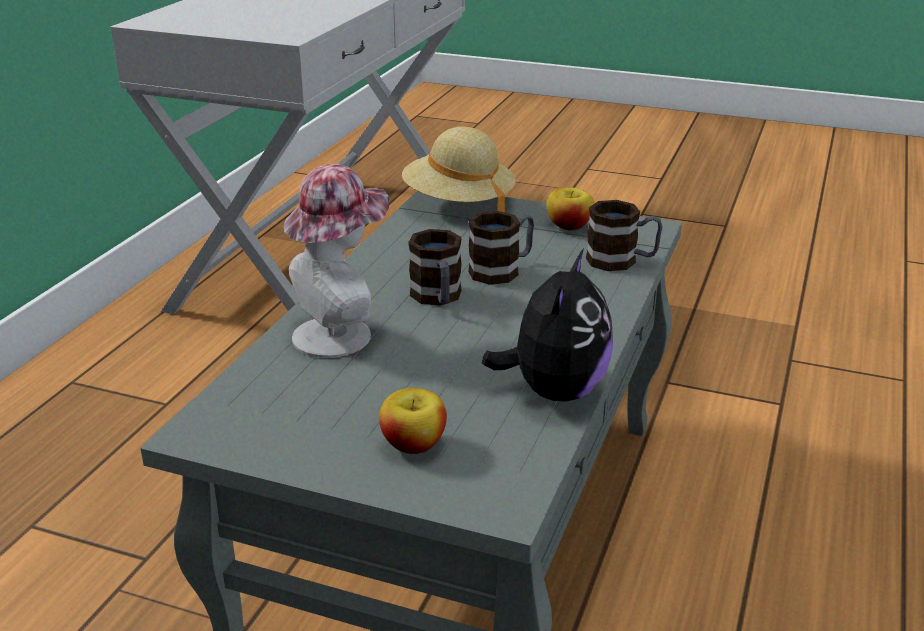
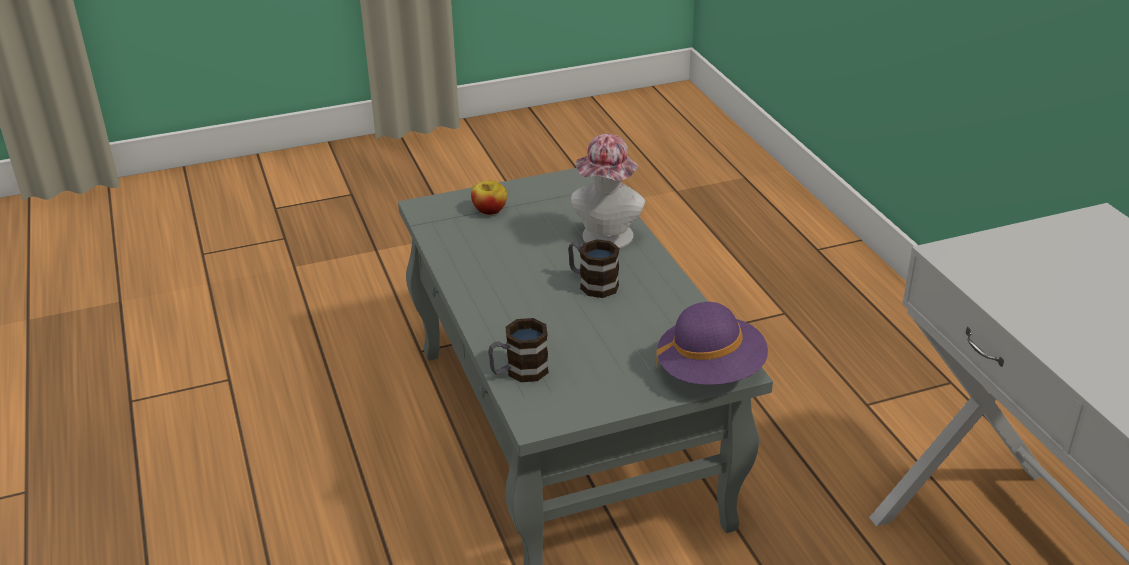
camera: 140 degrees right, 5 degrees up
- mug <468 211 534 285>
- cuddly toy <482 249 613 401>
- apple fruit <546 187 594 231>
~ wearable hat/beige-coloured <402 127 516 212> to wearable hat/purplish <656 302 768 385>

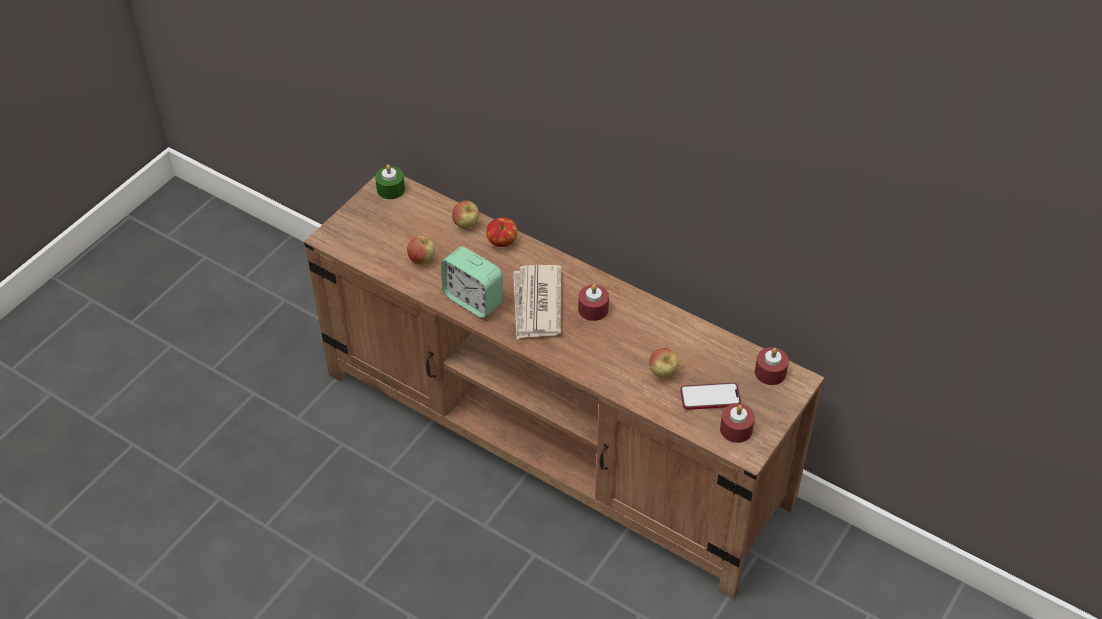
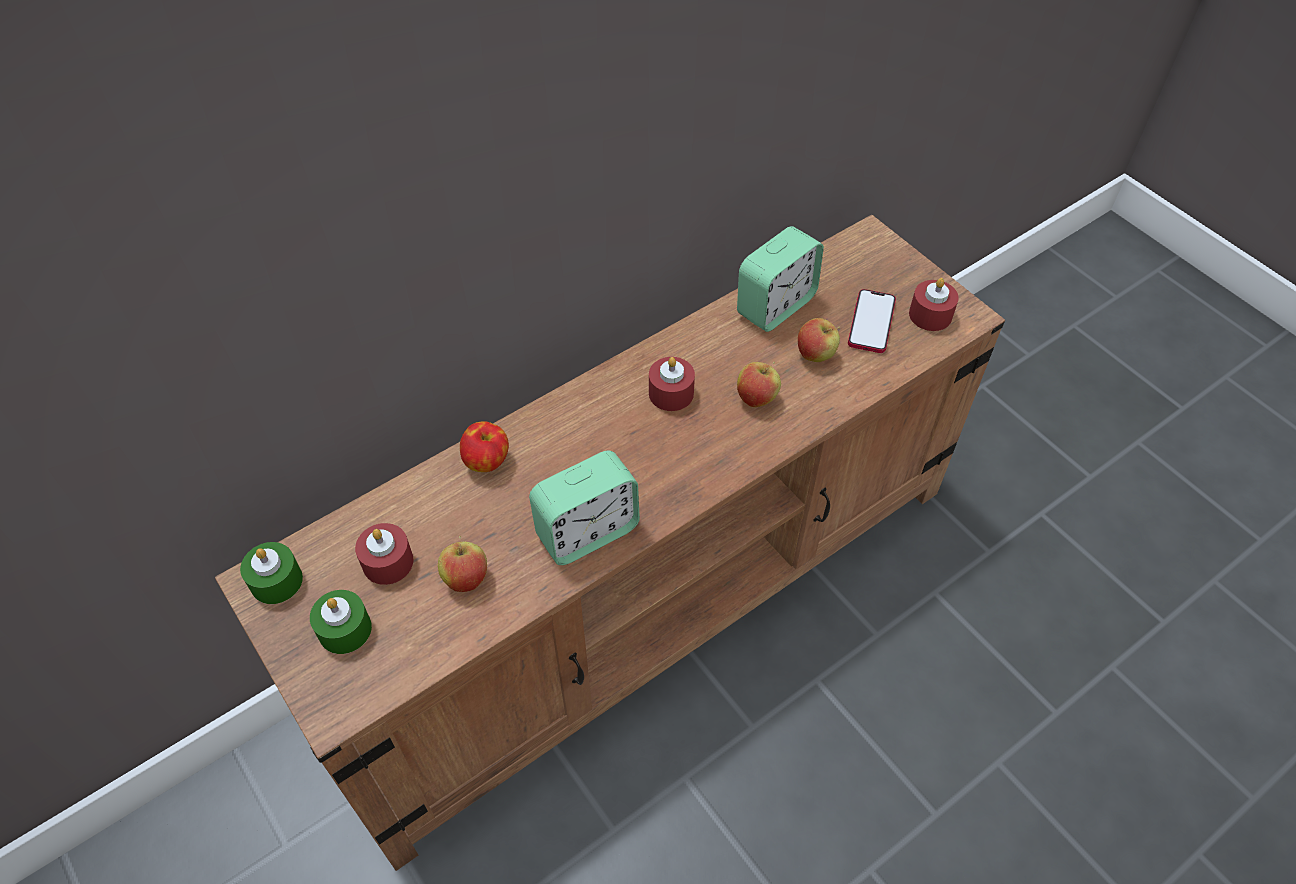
camera: 70 degrees left, 5 degrees up
- daily paper <513 265 561 339>
+ wax light/green <310 590 372 654>
+ bedside clock <737 226 824 332>
~ apple fruit <452 201 479 229> to <737 362 781 407>
~ wax light/red <755 347 789 385> to <355 523 413 585>

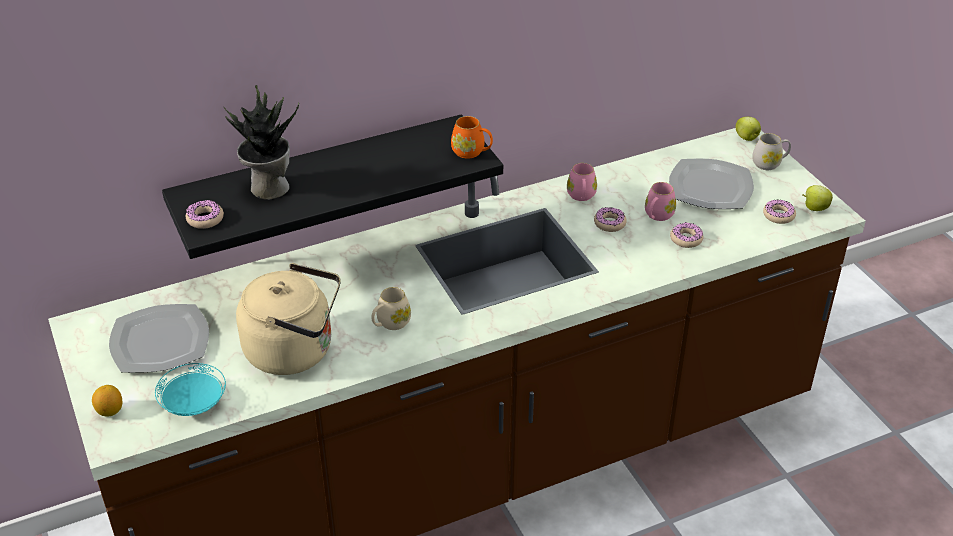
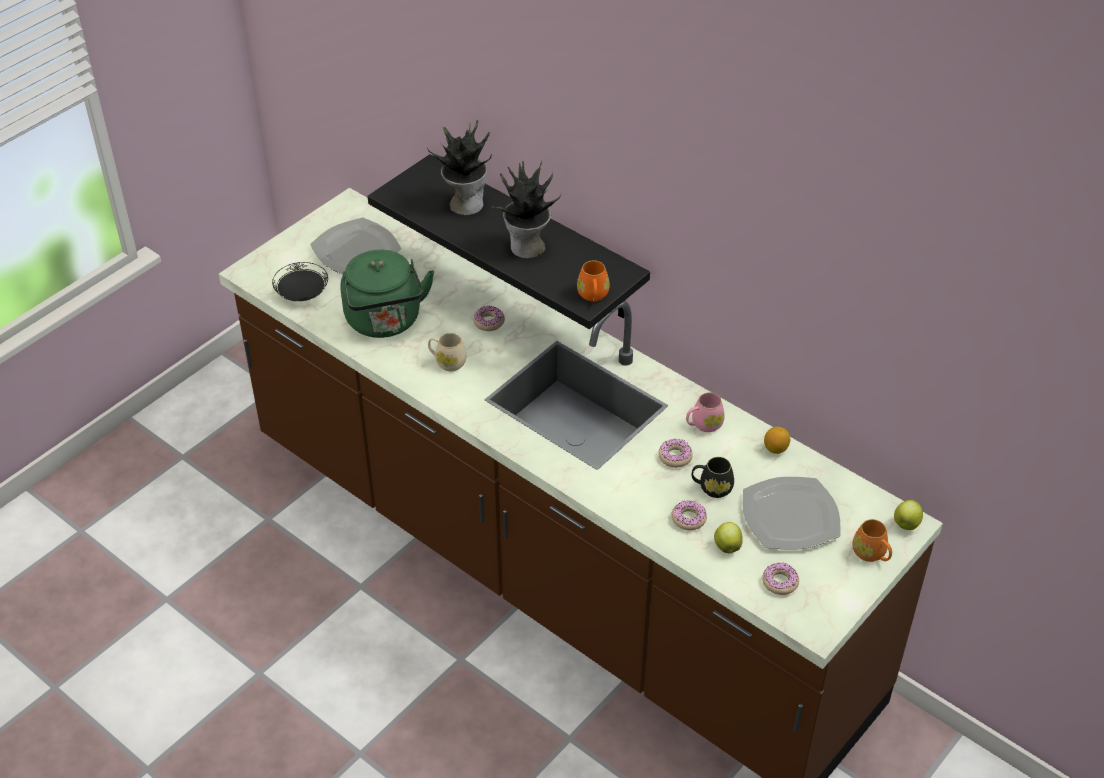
camera: 65 degrees right, 5 degrees up
+ plant in a pot <493 161 561 258>
~ whole lemon <92 385 122 417> to <764 427 790 454>
~ ring doughnut <186 200 224 229> to <473 306 505 331>
~ apple fruit <803 185 833 211> to <714 522 743 554>
~ flat dish/turquoise-coloured <155 363 226 416> to flat dish/blackish <272 262 328 301>
~ kettle/beige-coloured <236 263 341 375> to kettle/green <340 250 434 338>
~ mug/pink <645 182 676 221> to mug/blackish <692 457 734 498>
~ mug/white <752 133 791 170> to mug/orange-coloured <852 519 892 562>

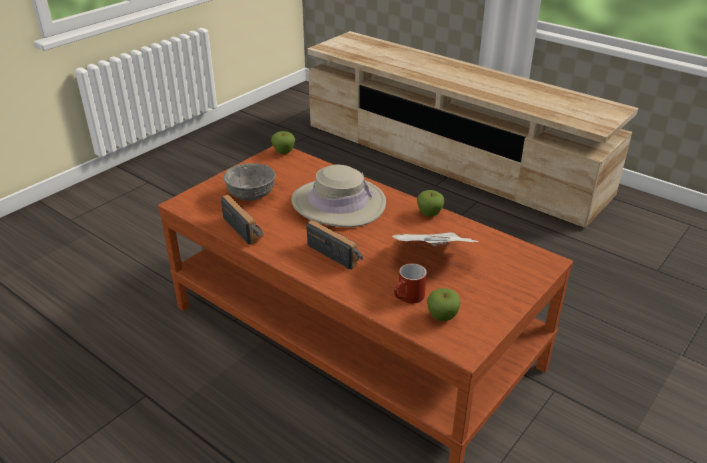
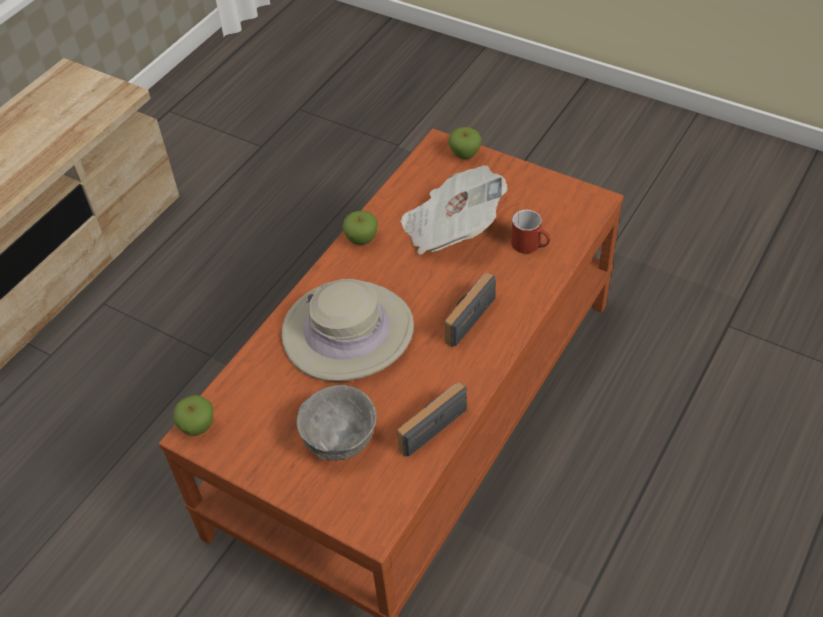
camera: 95 degrees left, 15 degrees up
~ apple fruit <427 288 461 321> to <448 127 482 159>

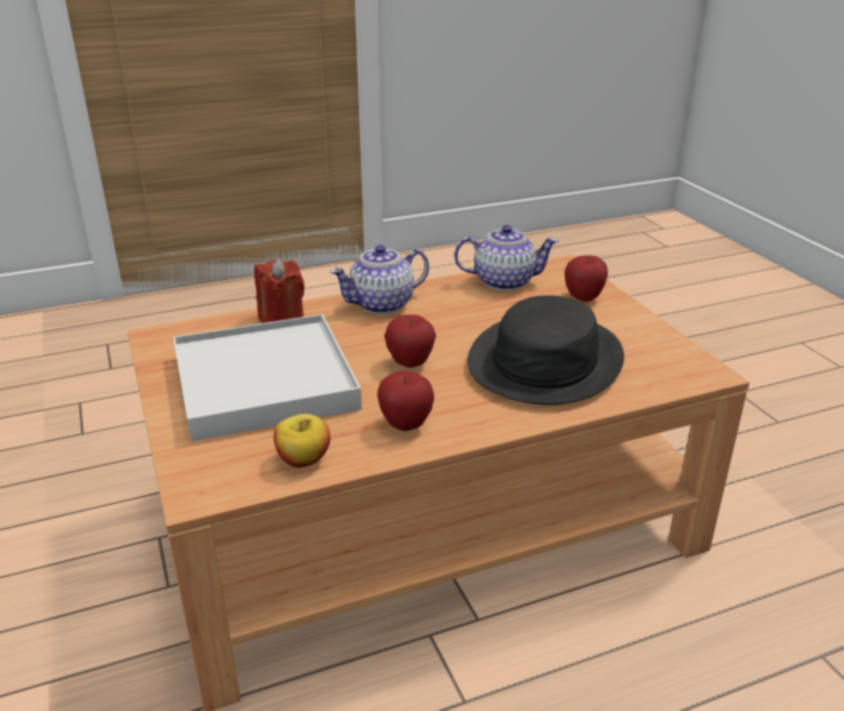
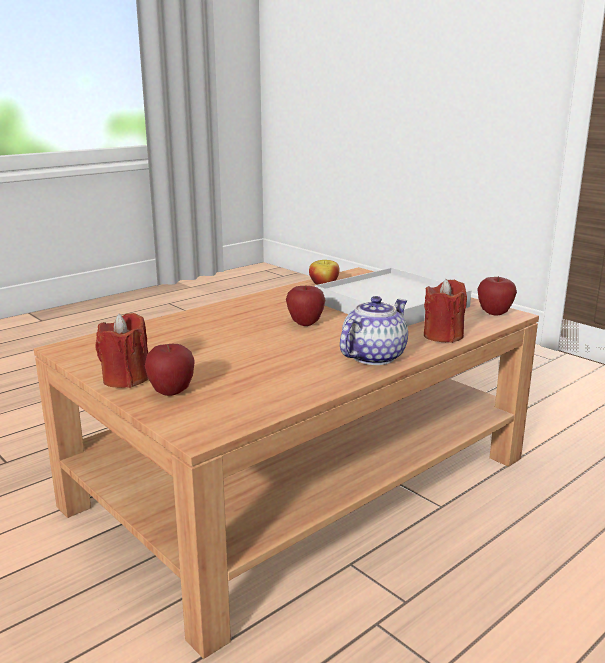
camera: 160 degrees right, 10 degrees down
- tea pot <454 225 559 291>
- wearable hat/blackish <467 295 624 405>
+ wax light/red <95 313 148 388>
~ apple fruit <378 371 434 431> to <477 276 517 316>

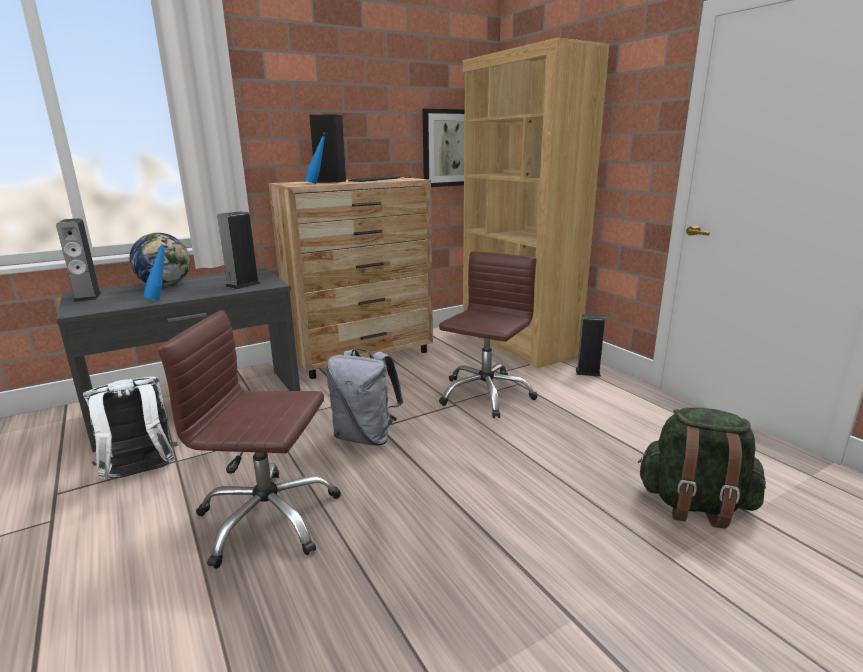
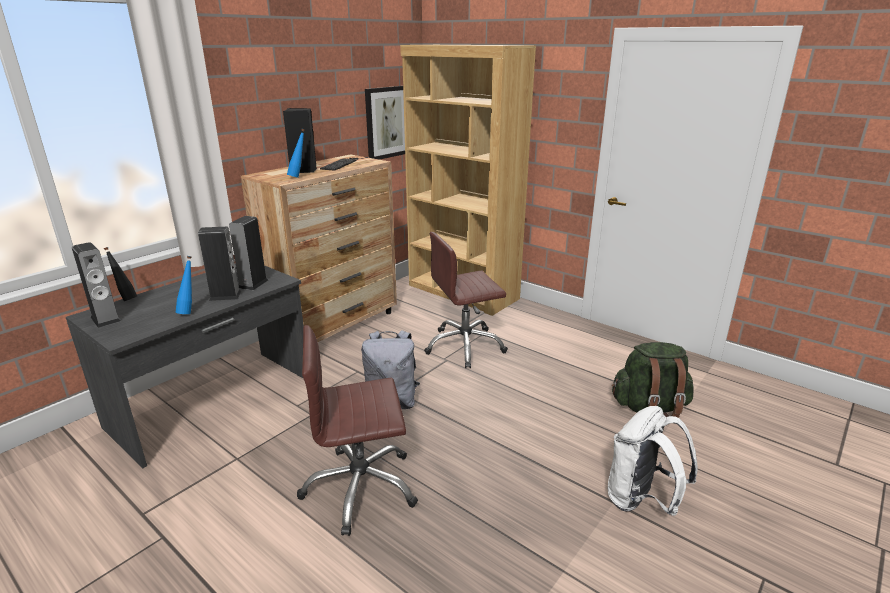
camera: 20 degrees left, 5 degrees up
- globe <129 233 190 287>
+ drink bottle/blackish <104 247 137 301>
~ knapsack/white <83 377 178 479> to <608 406 698 516>
~ speaker <576 314 605 376> to <198 227 242 301>
~ office chair/brown <439 251 537 418> = <424 232 508 368> 120 degrees counterclockwise

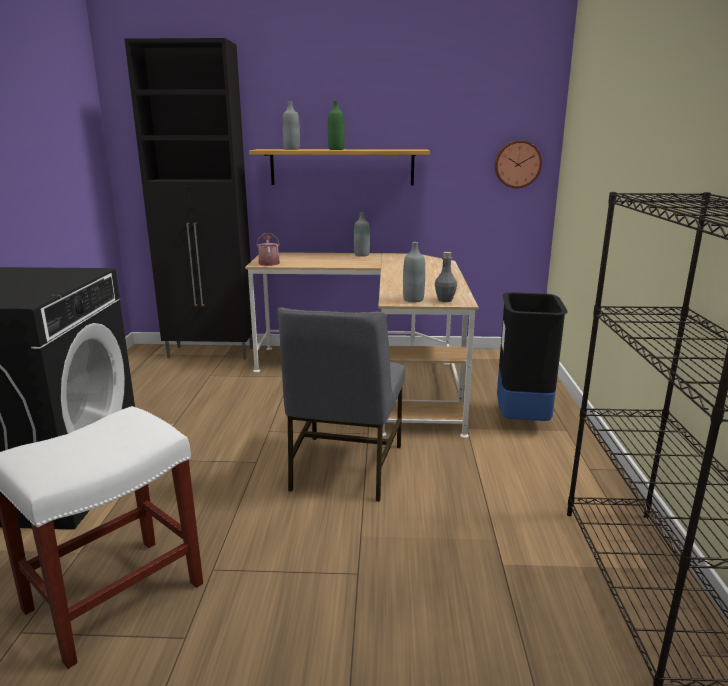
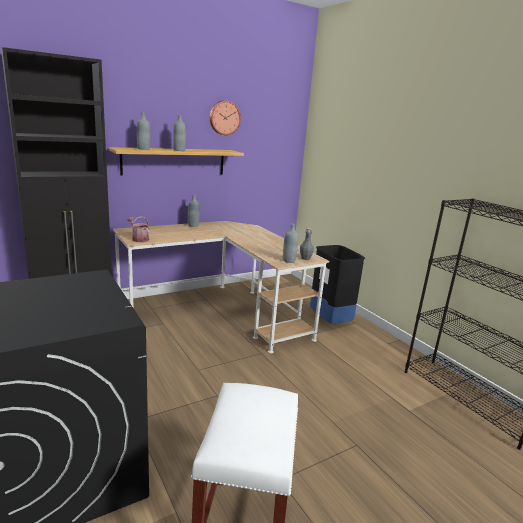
camera: 35 degrees left, 0 degrees up
- upright chair/gray <277 308 405 502>
~ wall clock <495 140 542 188> to <210 101 241 135>
~ drink bottle/green <328 101 345 150> to drink bottle/gray <173 115 186 151>

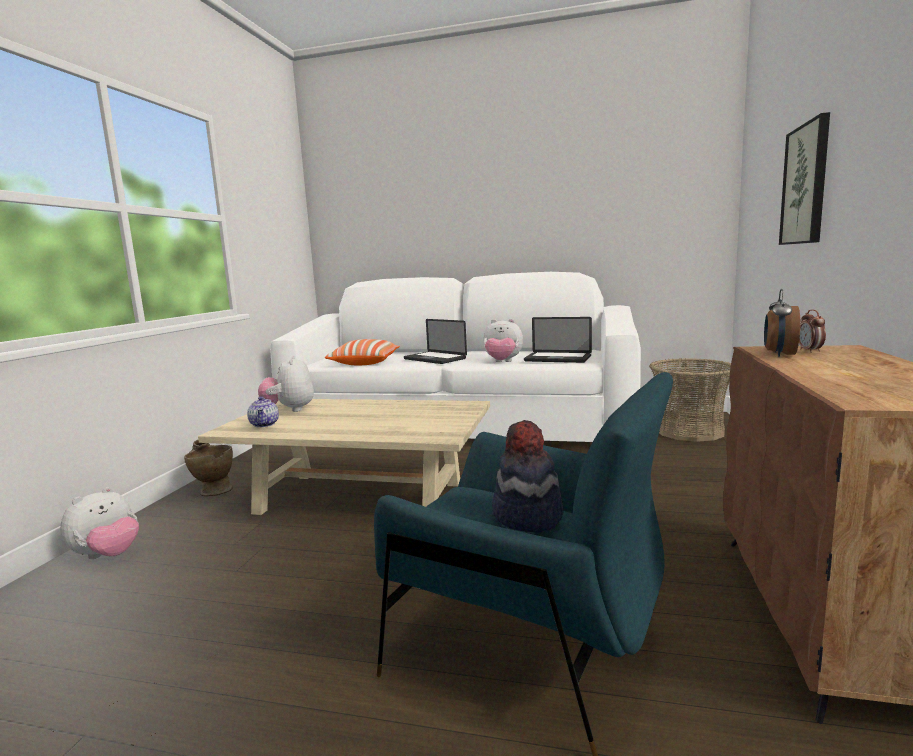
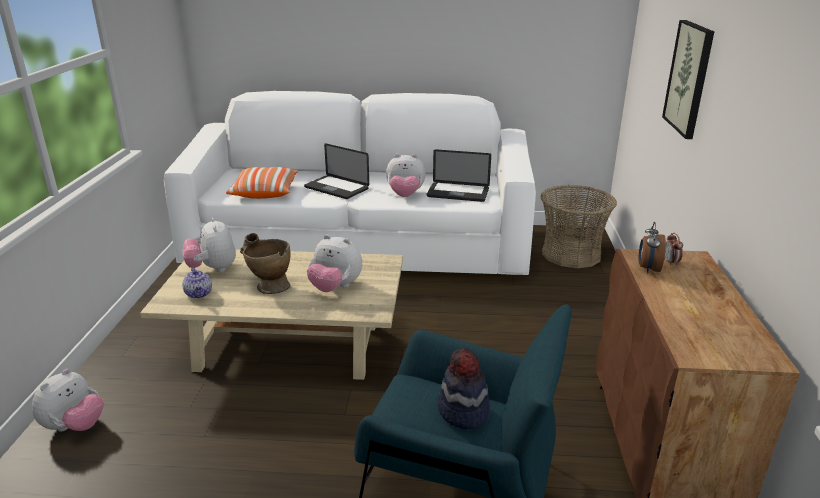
camera: 10 degrees left, 15 degrees up
+ cuddly toy <307 235 362 292>
~ vase/beige-coloured <184 440 233 496> to <240 233 291 294>

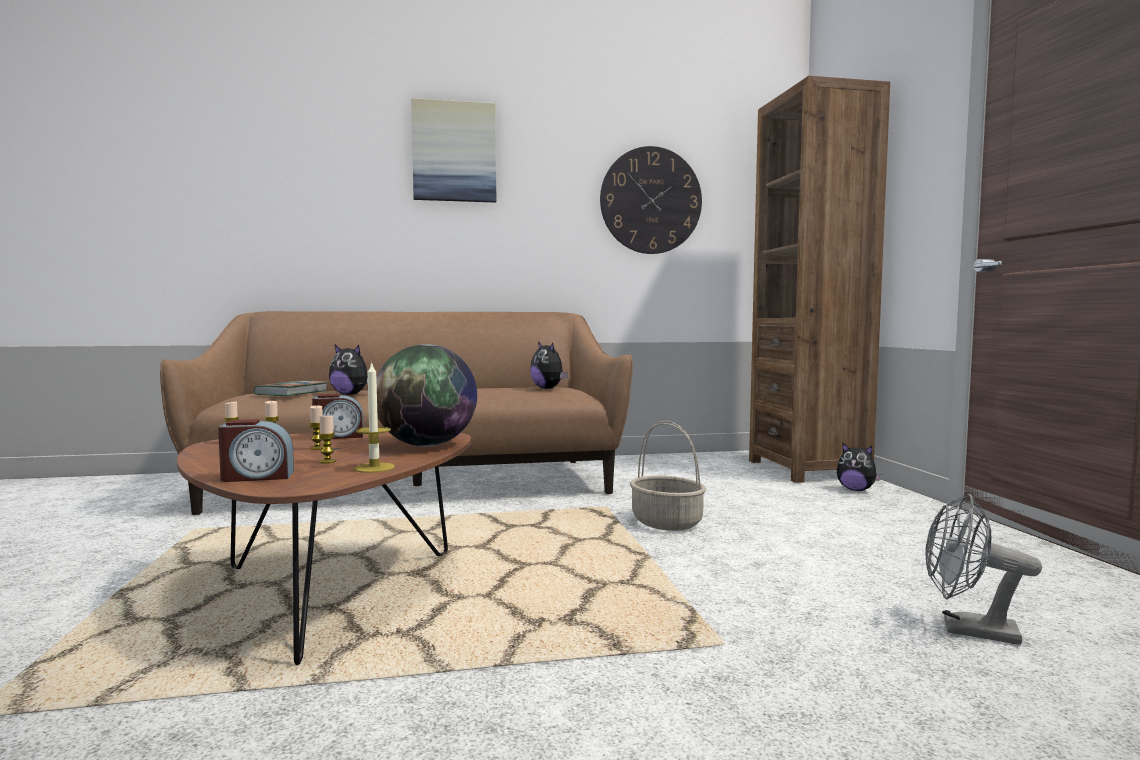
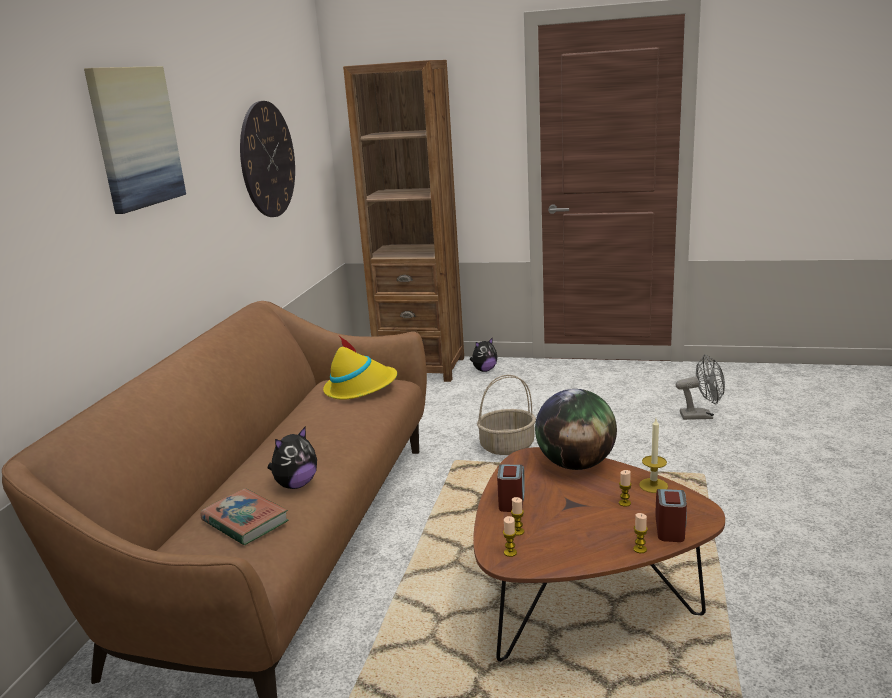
camera: 65 degrees left, 15 degrees up
~ wax light <309 405 324 450> to <633 513 648 553>
~ cuddly toy <530 342 567 389> to wearable hat/yellow-coloured <323 336 397 400>
~ cooling fan/gray <925 493 1042 645> = <676 354 725 420> 135 degrees counterclockwise

